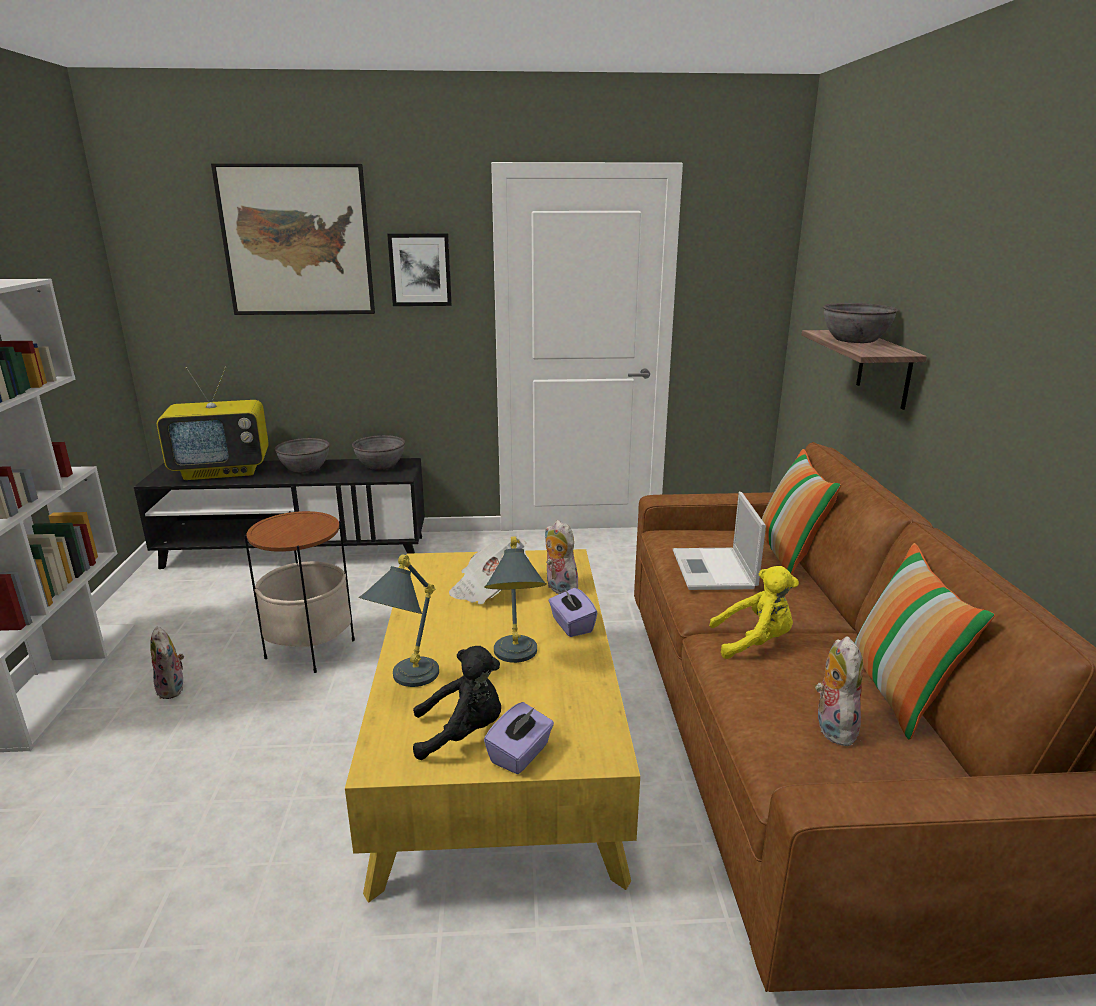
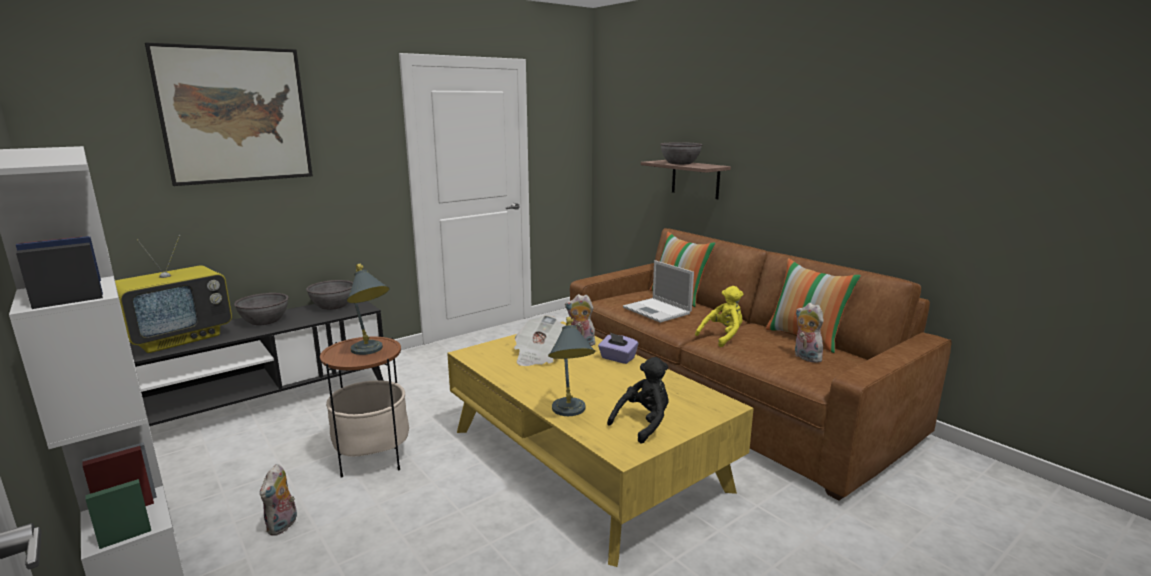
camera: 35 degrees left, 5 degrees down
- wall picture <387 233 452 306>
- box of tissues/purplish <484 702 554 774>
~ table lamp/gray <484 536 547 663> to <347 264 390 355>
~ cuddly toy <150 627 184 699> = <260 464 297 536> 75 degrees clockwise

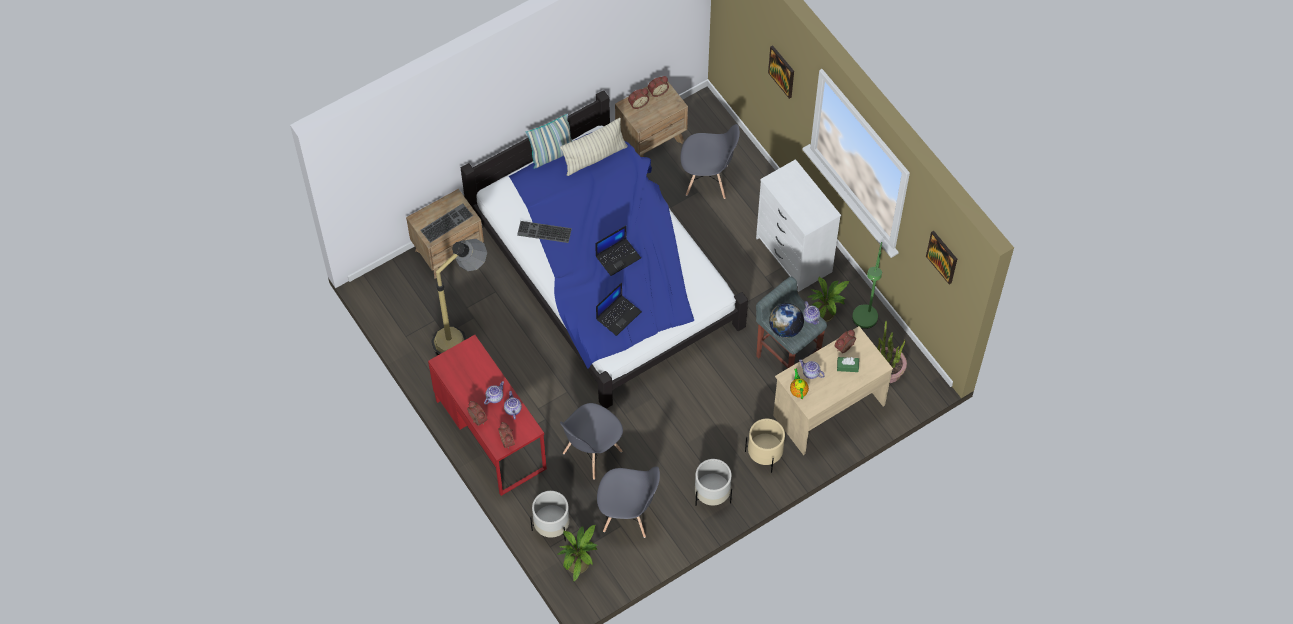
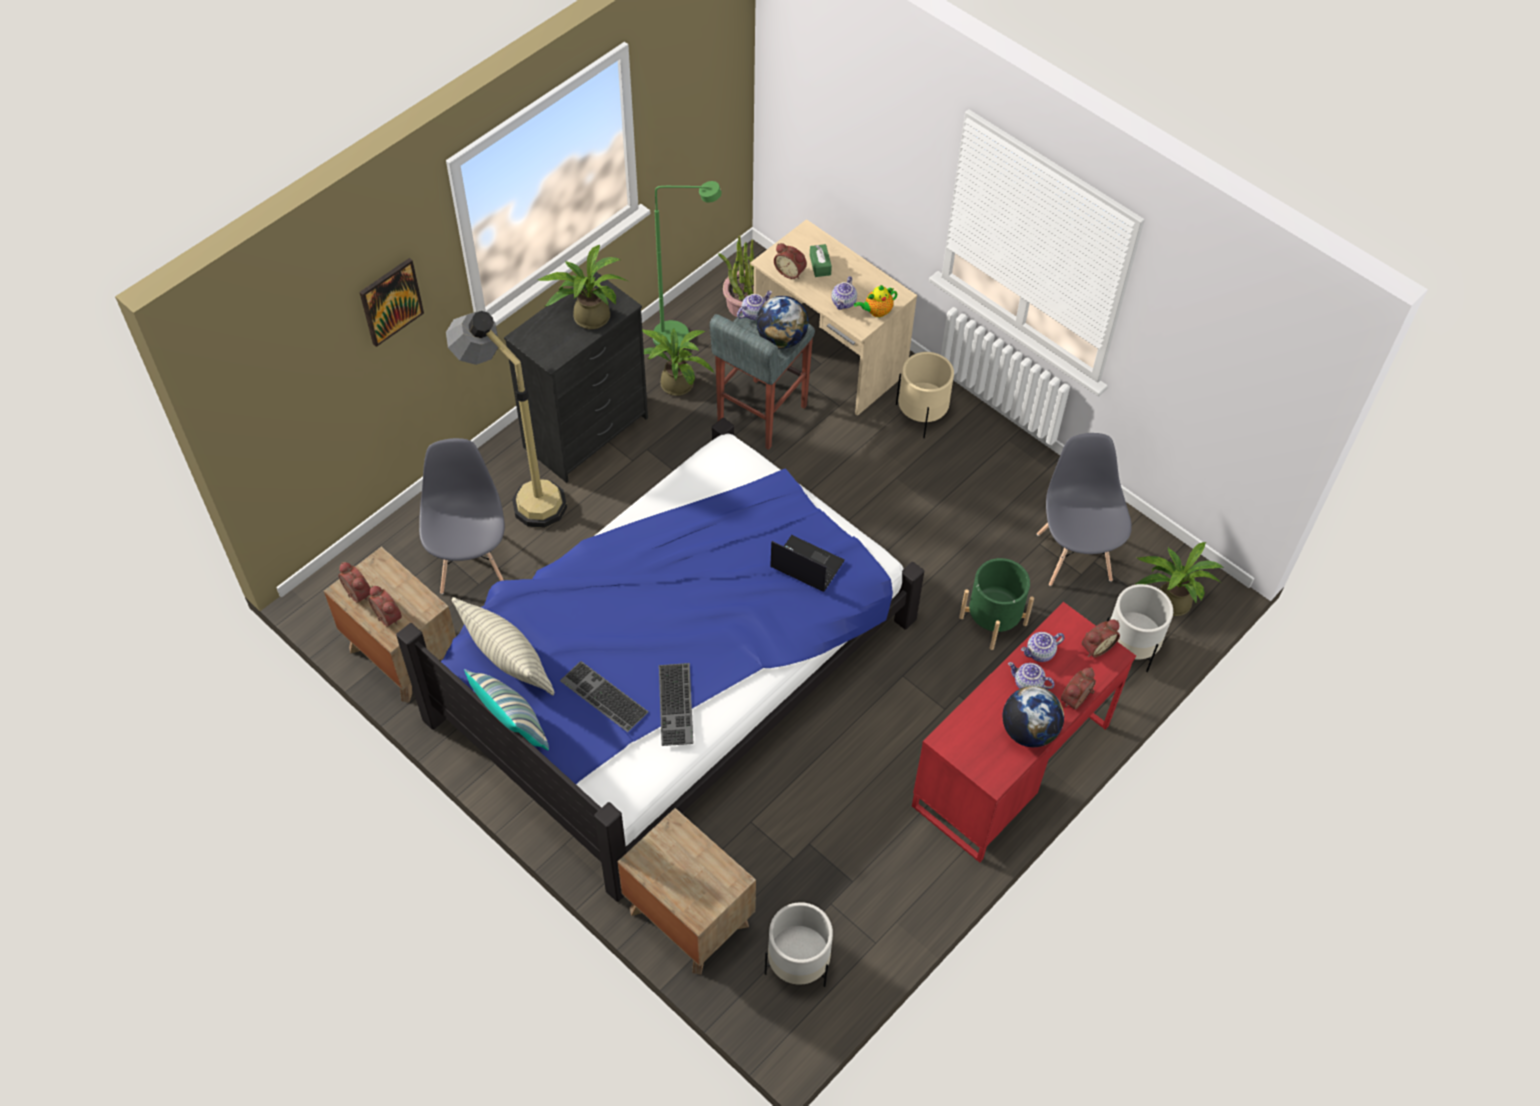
camera: 105 degrees left, 5 degrees down
- portable computer <595 226 641 276>
- wall picture <926 231 957 285>
+ plant in a pot <538 245 628 329>
+ globe <1003 686 1064 747>
~ computer keyboard <420 203 473 243> to <560 661 648 732>
~ floor lamp <431 239 487 355> to <446 311 567 528>
~ flower pot/white <695 459 732 506> to <765 902 833 987>
~ upright chair/gray <560 403 623 480> to flower pot/green <959 558 1034 650>
~ chest of drawers/white <756 159 841 292> to chest of drawers/blackish <504 272 648 483>

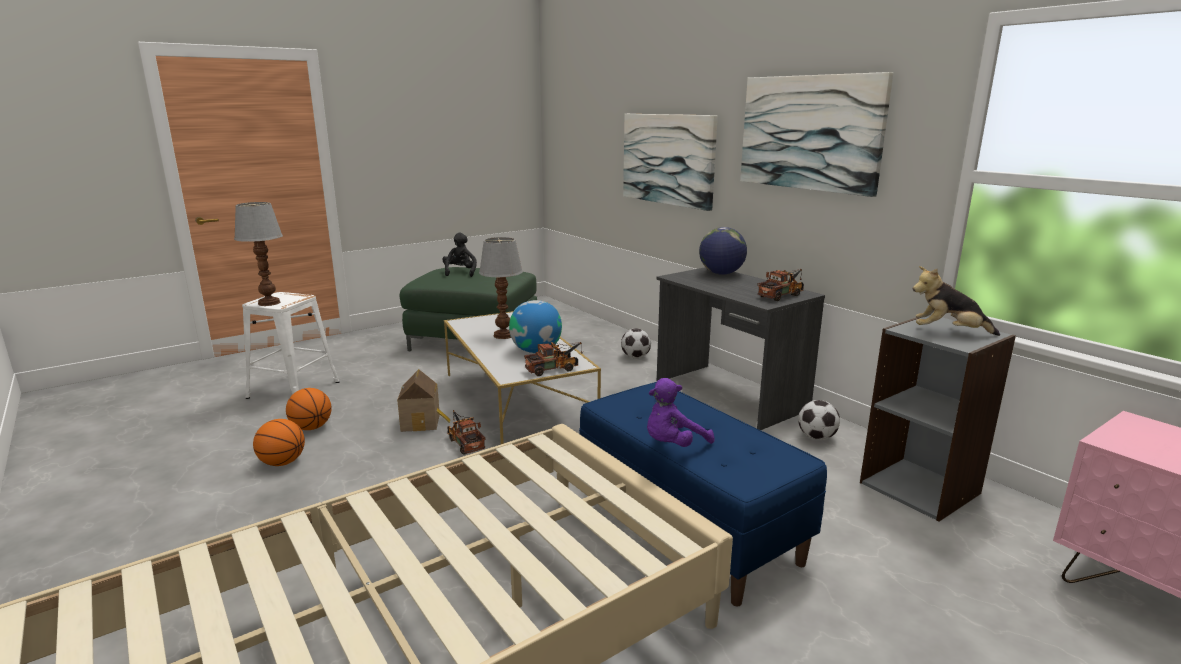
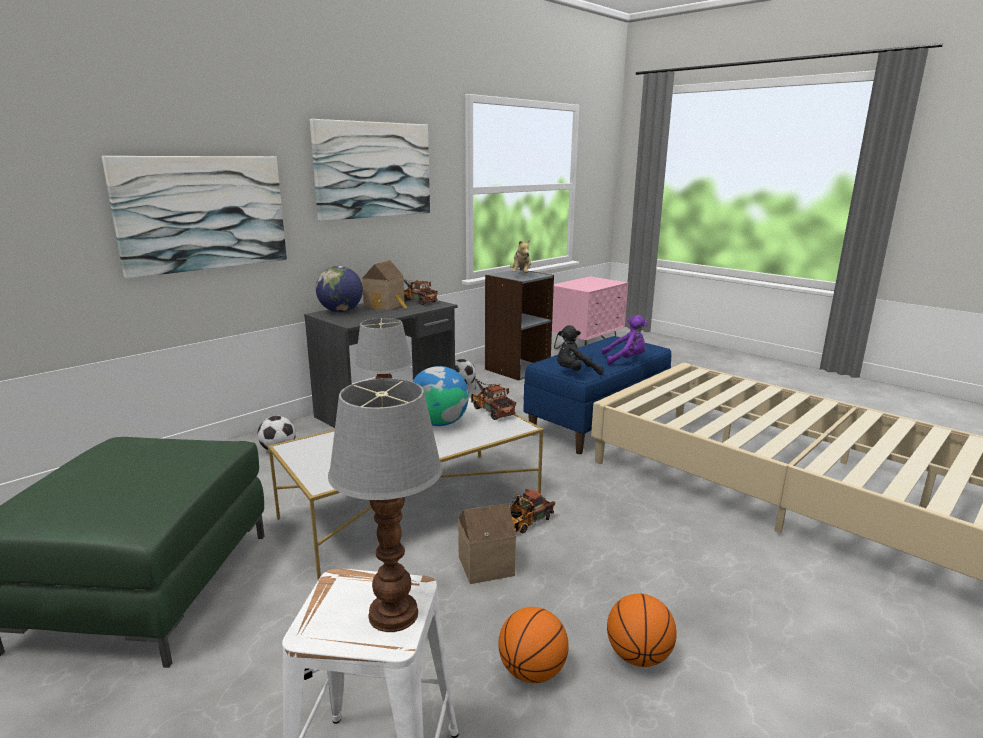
camera: 100 degrees left, 0 degrees up
+ toy house <362 260 407 310>
~ cuddly toy/blackish <442 233 477 277> to <557 325 604 375>
~ cuddly toy/purplish <647 378 715 447> = <602 315 648 365> 45 degrees counterclockwise

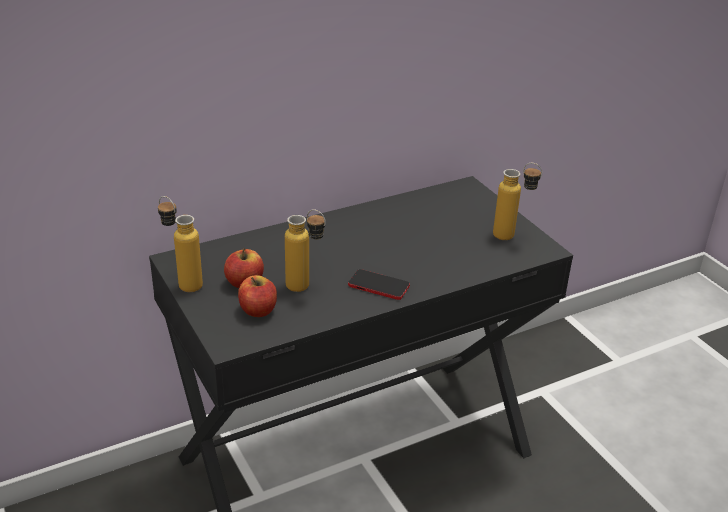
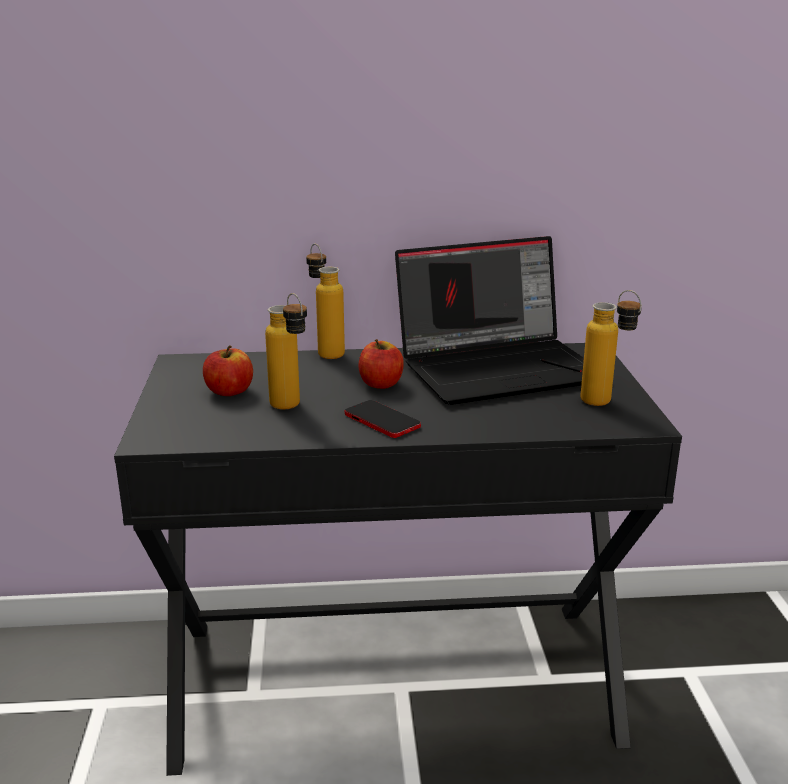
camera: 25 degrees right, 10 degrees down
+ portable computer <395 236 584 405>
~ drink bottle <158 196 203 292> to <306 243 345 359>
~ apple fruit <238 275 277 317> to <358 339 404 389>

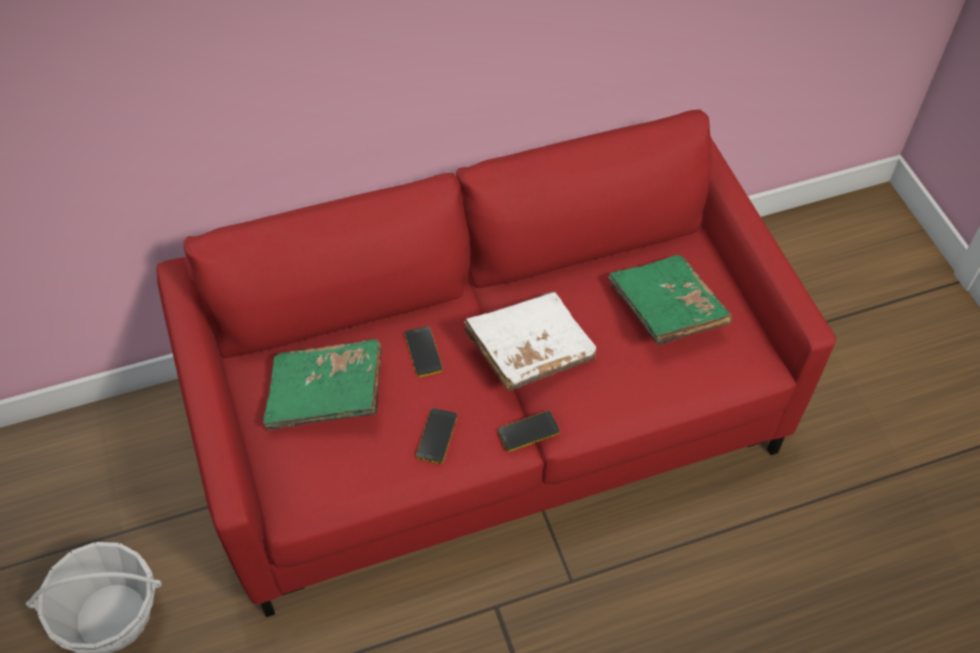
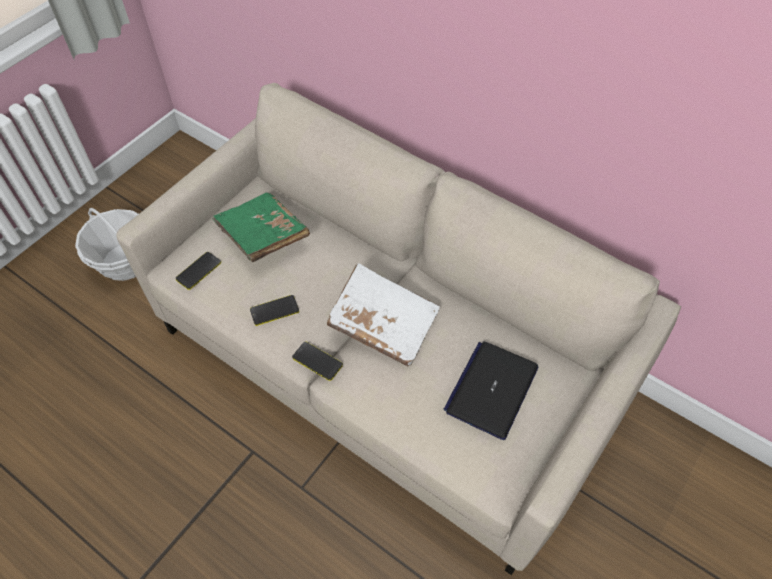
camera: 55 degrees right, 0 degrees up
~ phone <405 326 443 377> to <176 252 221 290>
~ volume/green <608 255 732 345> to portable computer <444 341 538 440>
~ settee/red <156 109 836 617> to settee/beige-coloured <116 83 681 575>

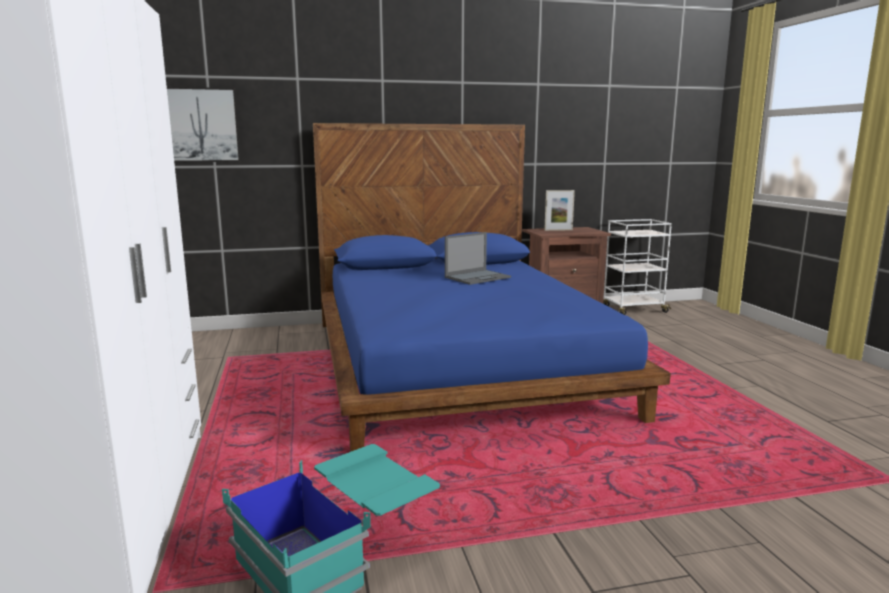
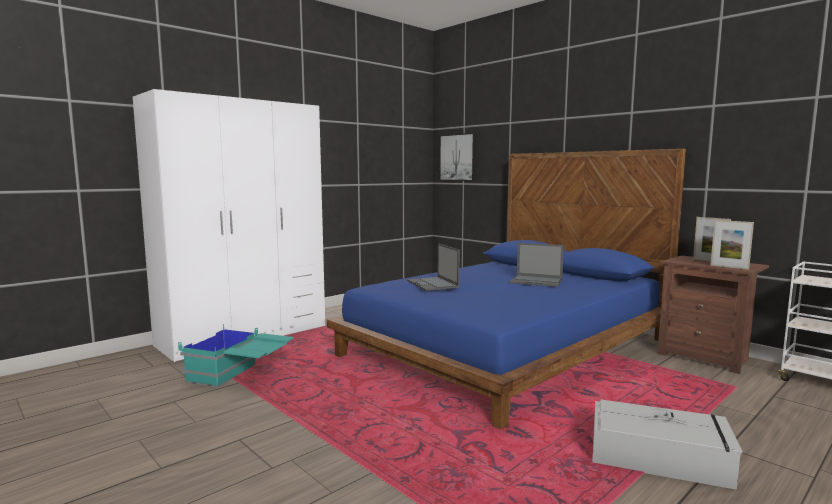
camera: 60 degrees right, 5 degrees down
+ portable computer <407 243 460 291>
+ storage container/gray <592 400 742 490>
+ photo frame <710 220 754 270>

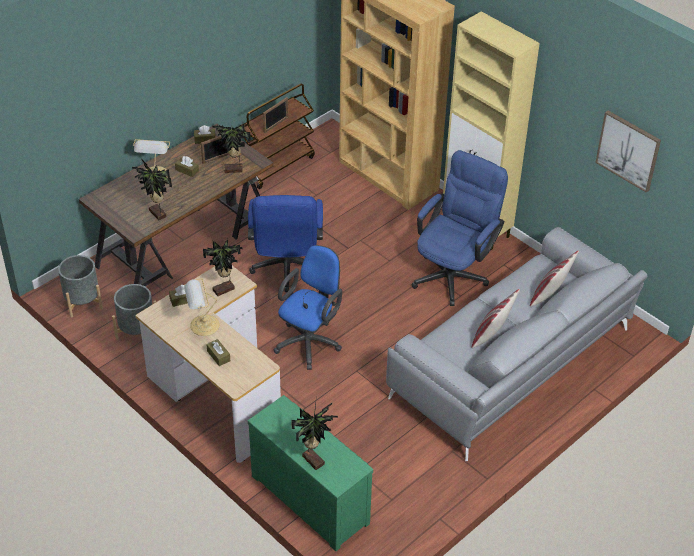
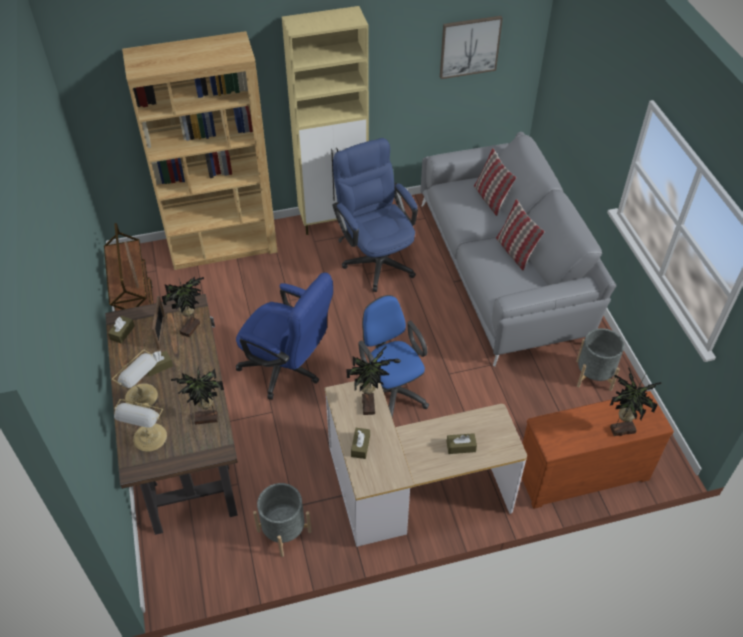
camera: 60 degrees left, 5 degrees up
~ flower pot/gray <58 255 103 318> to <576 328 624 391>
~ table lamp <184 278 220 336> to <114 399 167 452>
~ chest of drawers/green <248 395 373 551> to chest of drawers/brown <522 391 674 509>

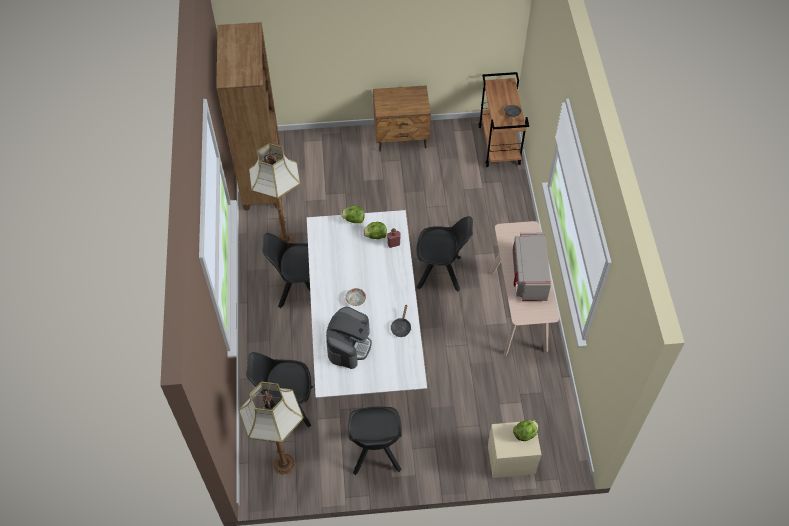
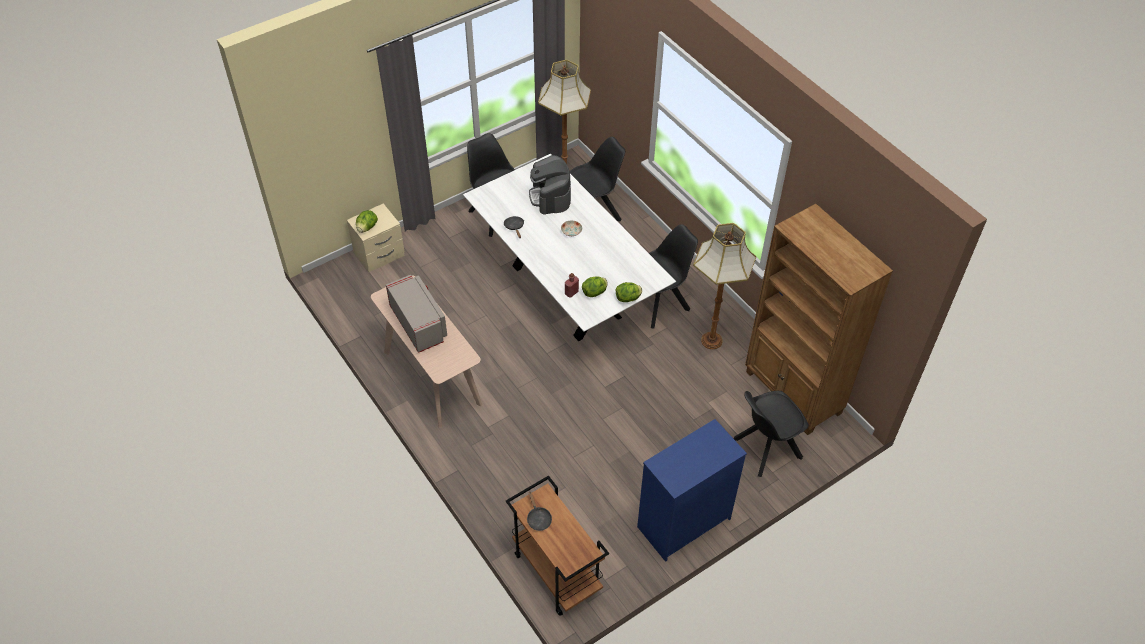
camera: 150 degrees right, 5 degrees down
~ upright chair/blackish <416 216 473 291> to <733 391 809 477>
~ nightstand/brown <373 85 431 152> to chest of drawers/bluish <637 419 747 562>

